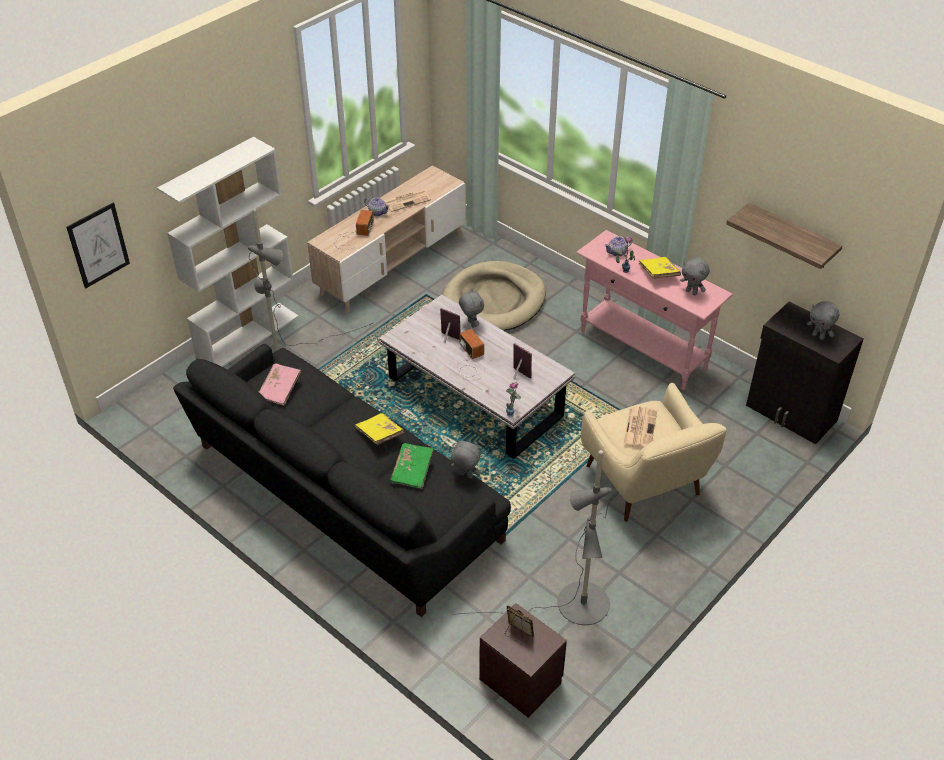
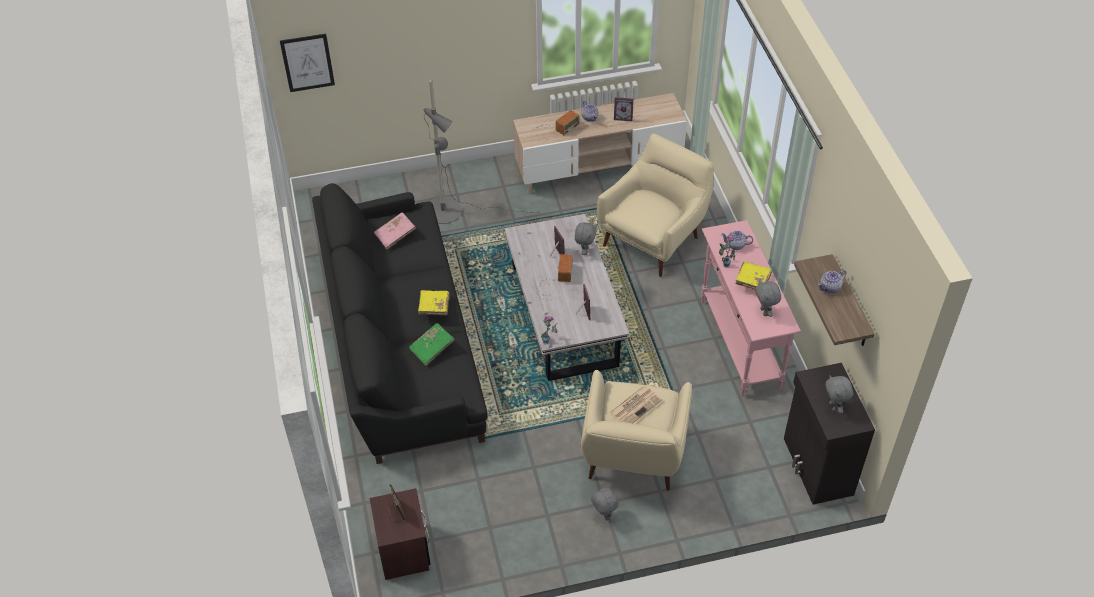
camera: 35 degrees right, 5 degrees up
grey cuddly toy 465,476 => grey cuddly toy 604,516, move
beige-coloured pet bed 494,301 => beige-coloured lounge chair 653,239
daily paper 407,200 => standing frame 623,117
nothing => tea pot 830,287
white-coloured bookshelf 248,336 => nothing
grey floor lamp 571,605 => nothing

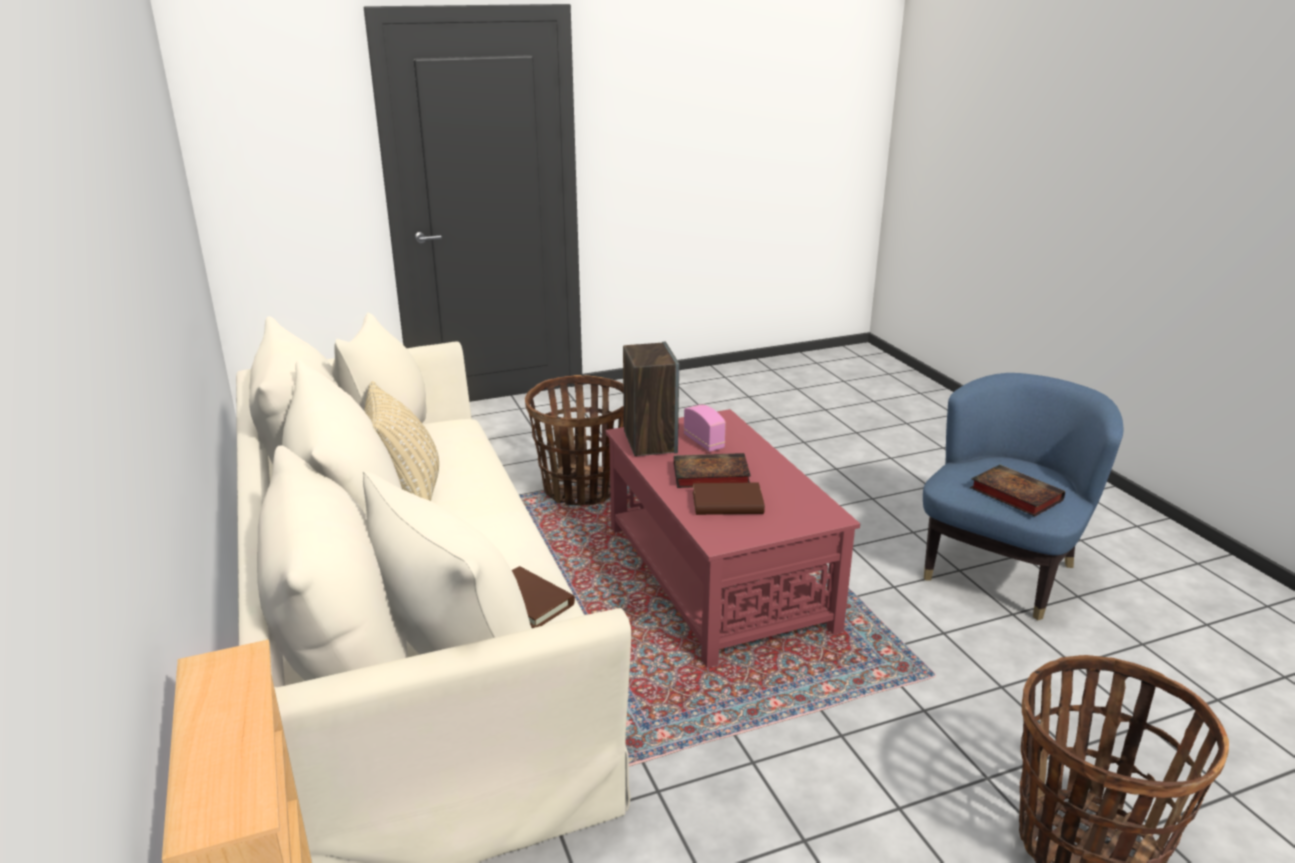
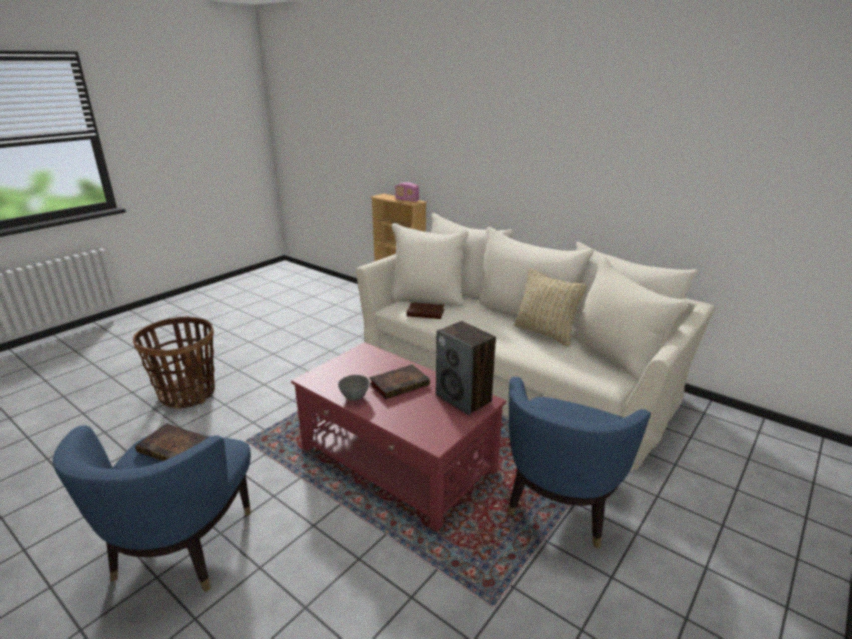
camera: 150 degrees right, 0 degrees up
nothing => grey serving bowl 355,398
radio 704,442 => radio 407,200, move
storage basket 582,488 => bluish lounge chair 562,503
brown-coloured bound book 727,503 => nothing

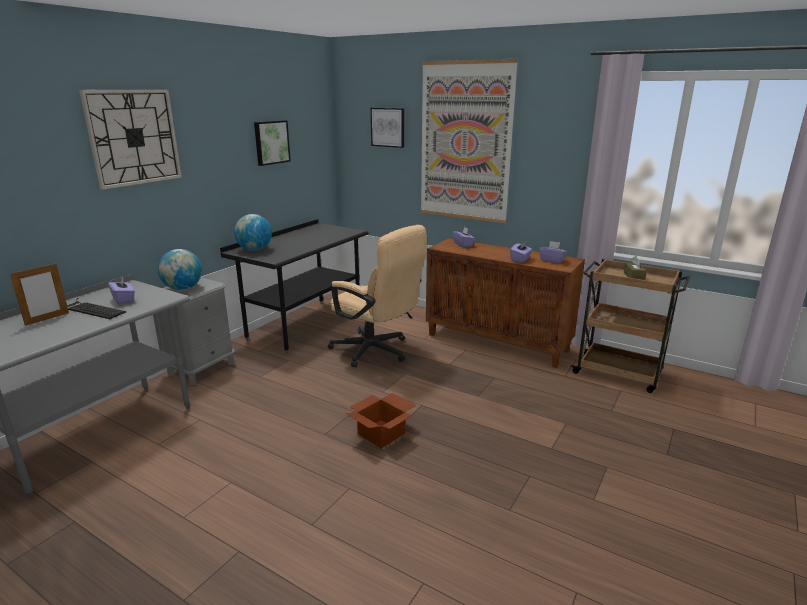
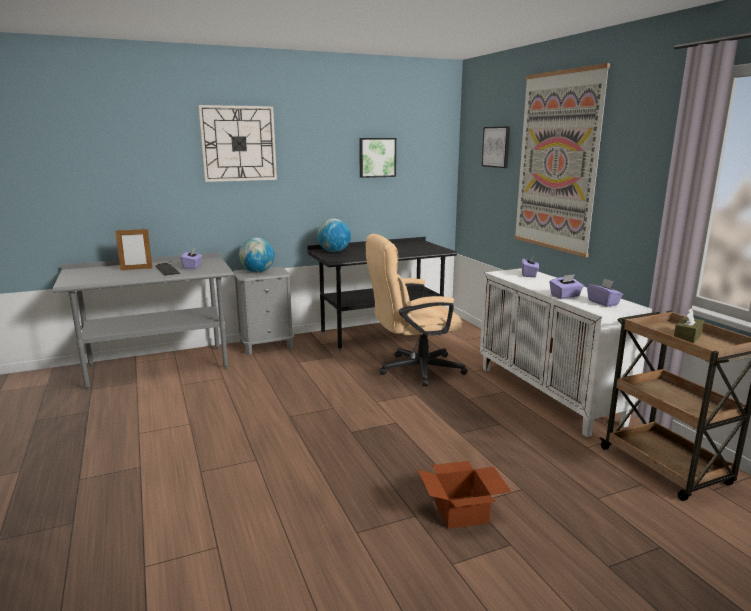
camera: 35 degrees right, 5 degrees down
beige-coloured computer chair 376,352 => beige-coloured computer chair 413,370, 90 degrees clockwise
cardboard box 382,433 => cardboard box 462,512, move
brown-coloured storage cabinet 498,342 => white-coloured storage cabinet 549,395

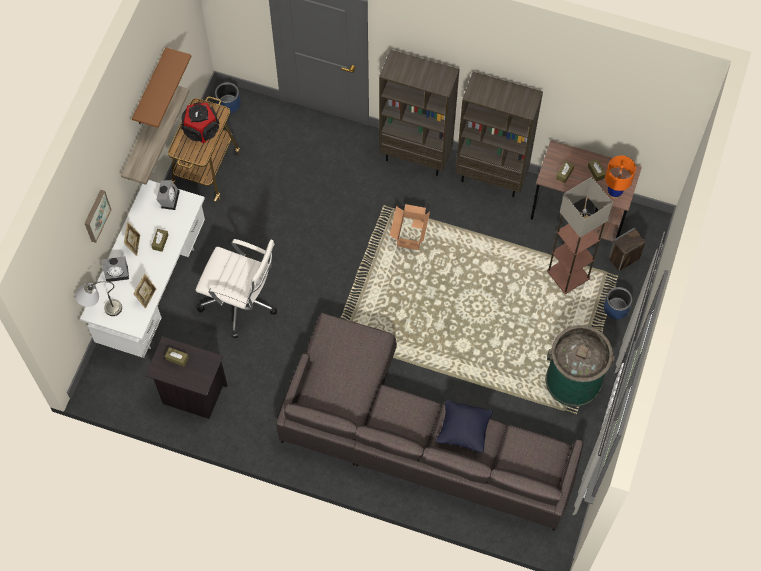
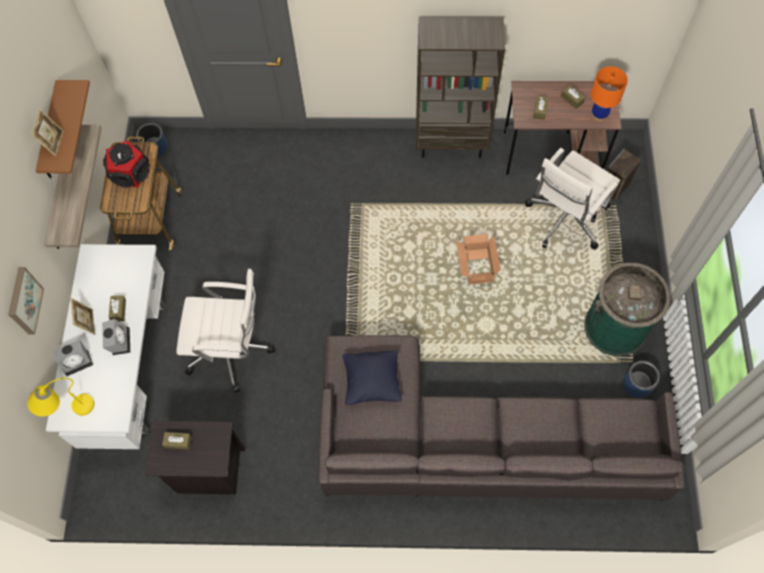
camera: 15 degrees left, 0 degrees up
grey lamp for a table 101,309 => yellow-coloured lamp for a table 68,410
standing frame 147,296 => standing frame 54,142, move
table clock 169,198 => table clock 119,340, move
blackish cushion 463,430 => blackish cushion 372,382, move
cardboard box 409,234 => cardboard box 476,267, move
floor lamp 567,274 => white-coloured computer chair 565,219
bluish plant pot 616,308 => bluish plant pot 637,383, move
brown-coloured bookshelf 416,157 => nothing

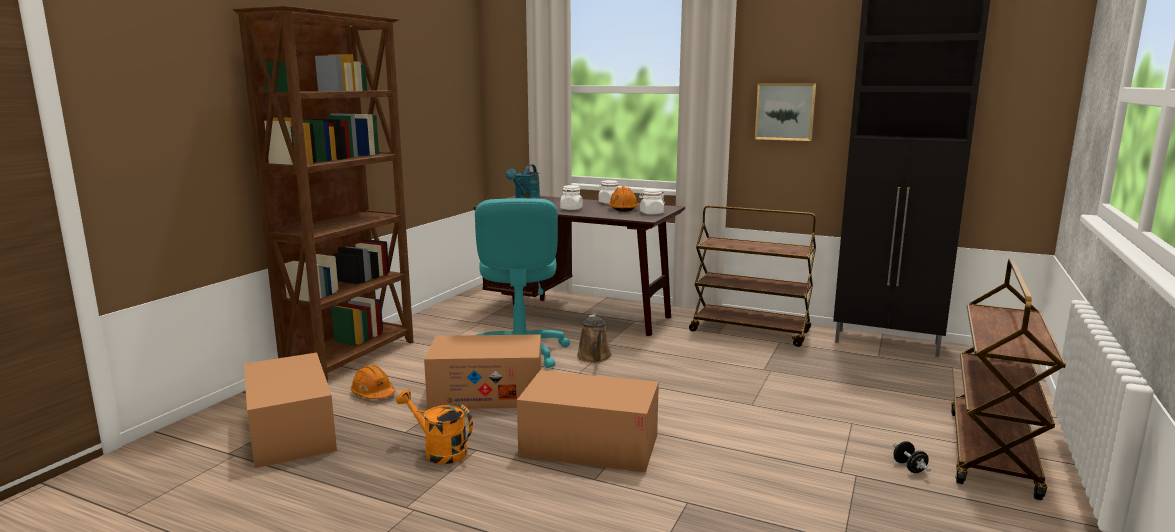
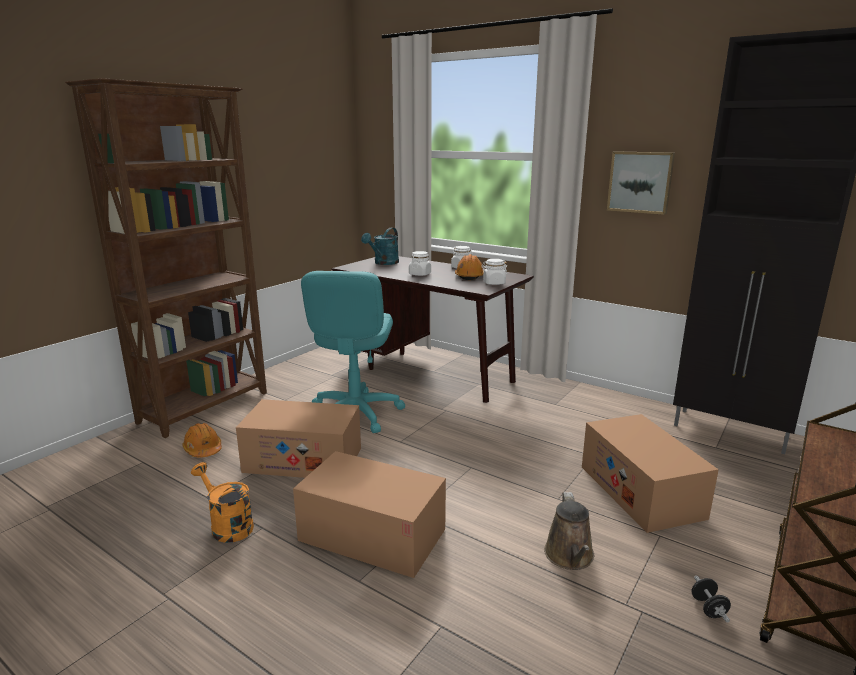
camera: 10 degrees right, 5 degrees up
brown-coloured watering pot 594,357 => brown-coloured watering pot 570,557, move
cardboard box 291,431 => cardboard box 640,491, move
brown-coloured cart 750,331 => nothing

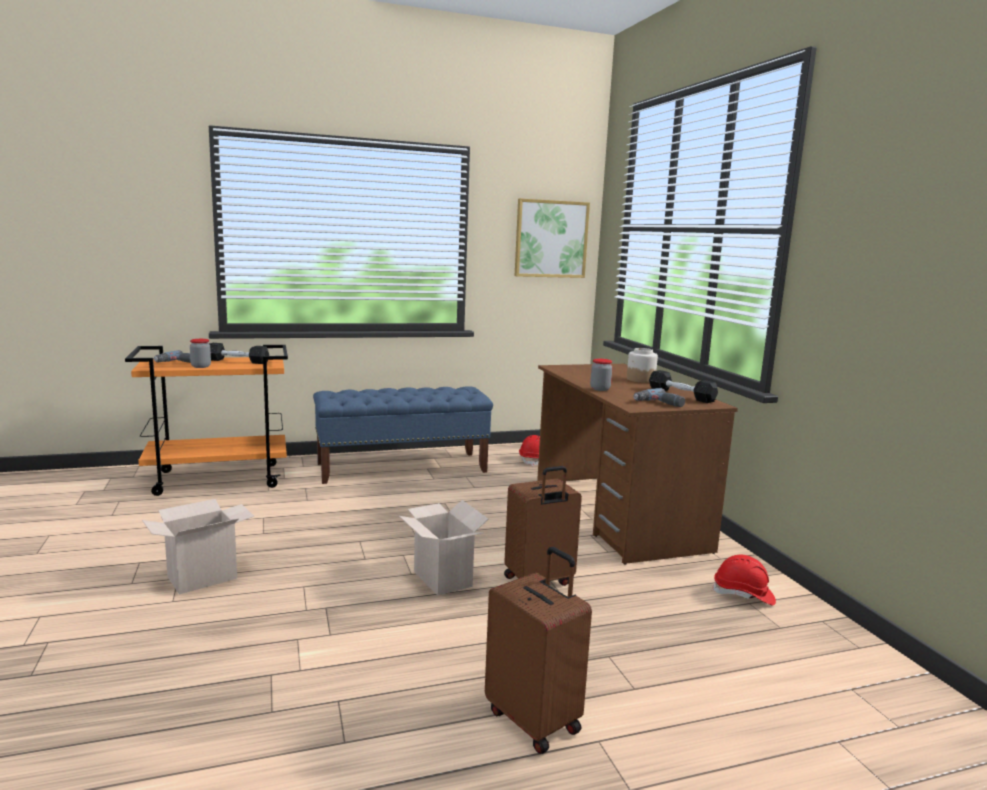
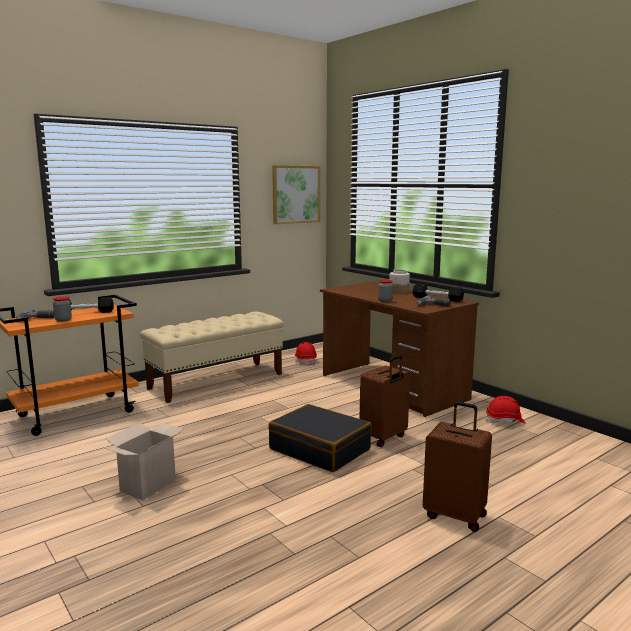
camera: 20 degrees left, 0 degrees up
bluish long seat 402,467 => beige-coloured long seat 217,381
cardboard box 440,578 => blackish suitcase 320,449

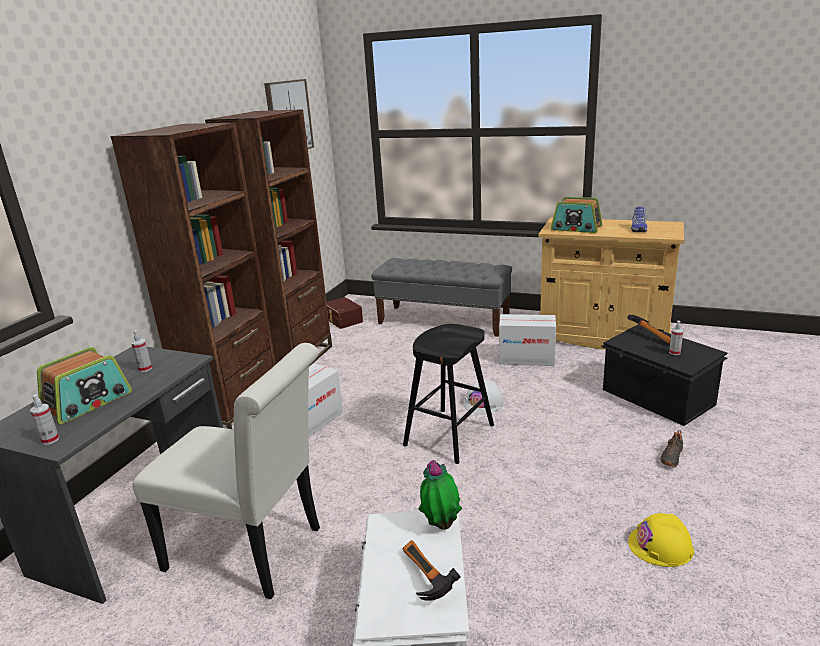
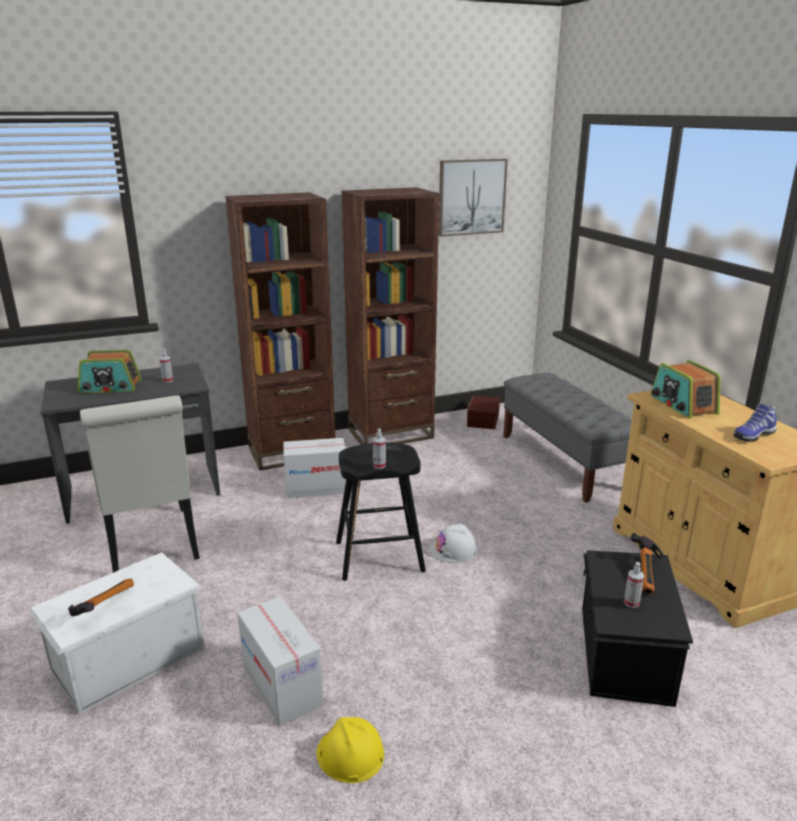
camera: 45 degrees right, 0 degrees up
cardboard box 527,358 => cardboard box 282,686, move
spray bottle 50,440 => spray bottle 379,466, move
houseplant 441,525 => nothing
blackish item of footwear 671,456 => nothing

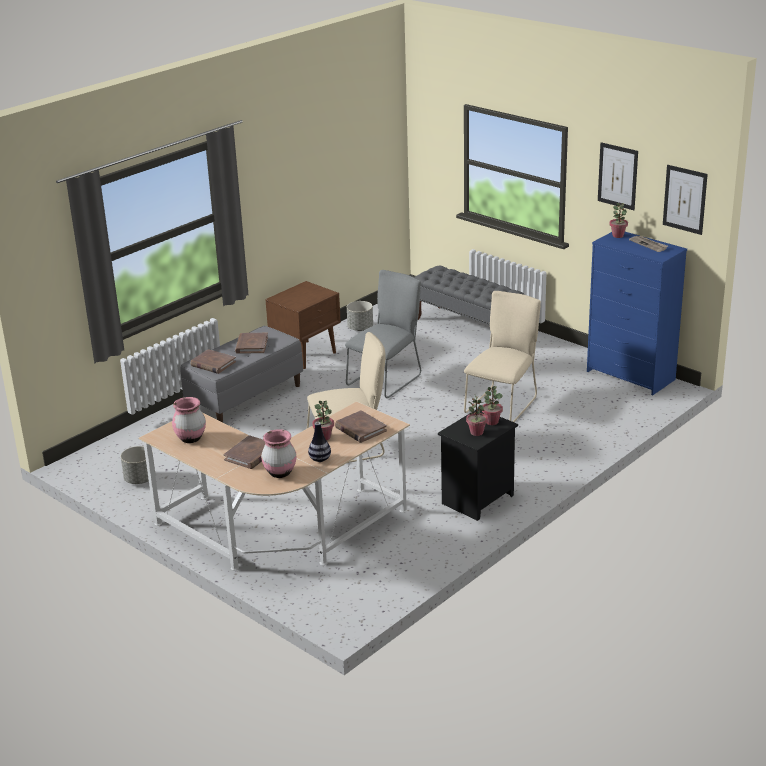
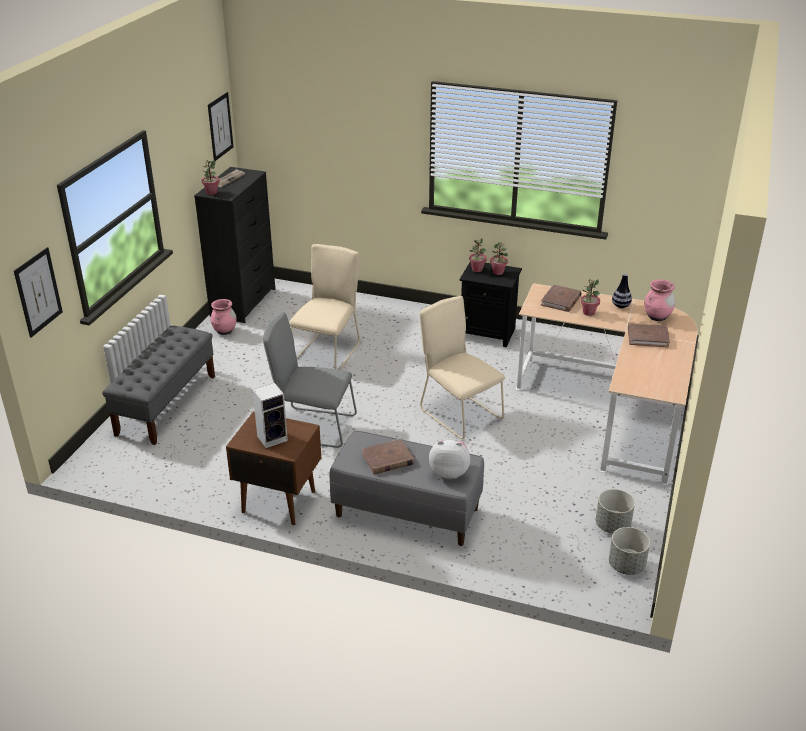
camera: 115 degrees left, 5 degrees up
picture 617,176 => picture 38,292, move
bluish chest of drawers 631,376 => blackish chest of drawers 243,302
pink-coloured flower vase 190,439 => pink-coloured flower vase 225,331, move
nothing => speaker 273,438
beige-coloured chair 502,404 => beige-coloured chair 328,352, 105 degrees clockwise
brown-coloured bound book 213,364 => cuddly toy 449,472
grey plant pot 360,328 => grey plant pot 626,565, move

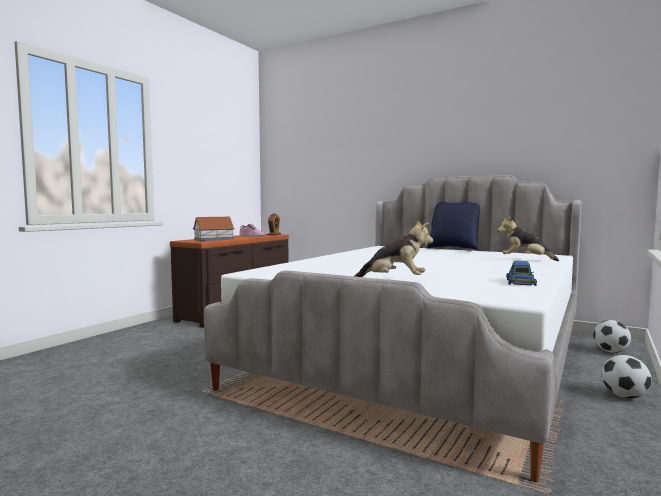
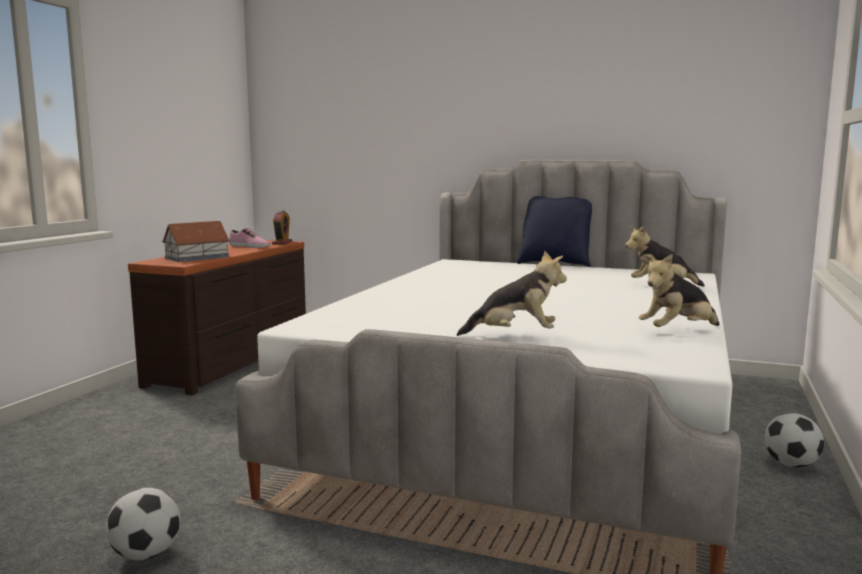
camera: 10 degrees left, 5 degrees up
football 610,351 => football 146,554, move
bluish toy car 520,282 => cuddly toy 677,331

